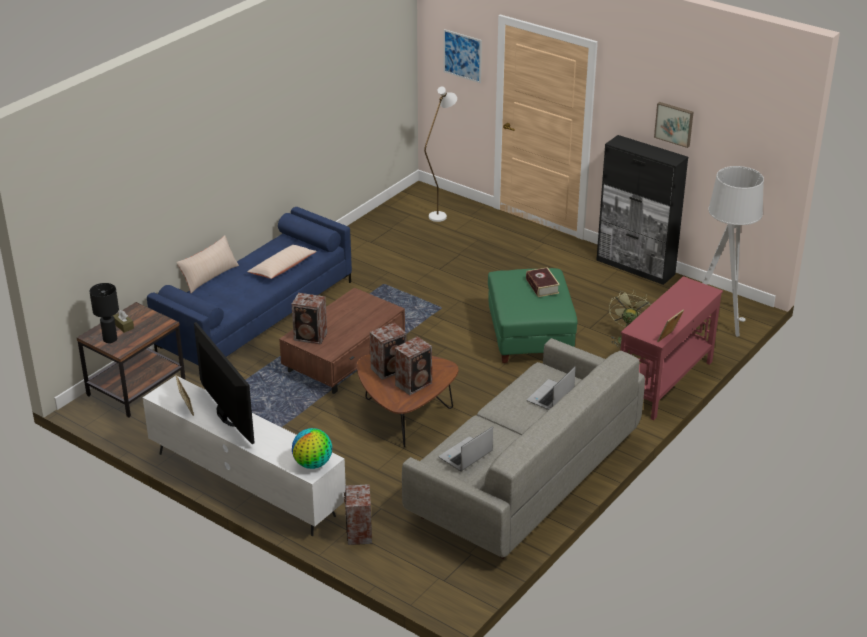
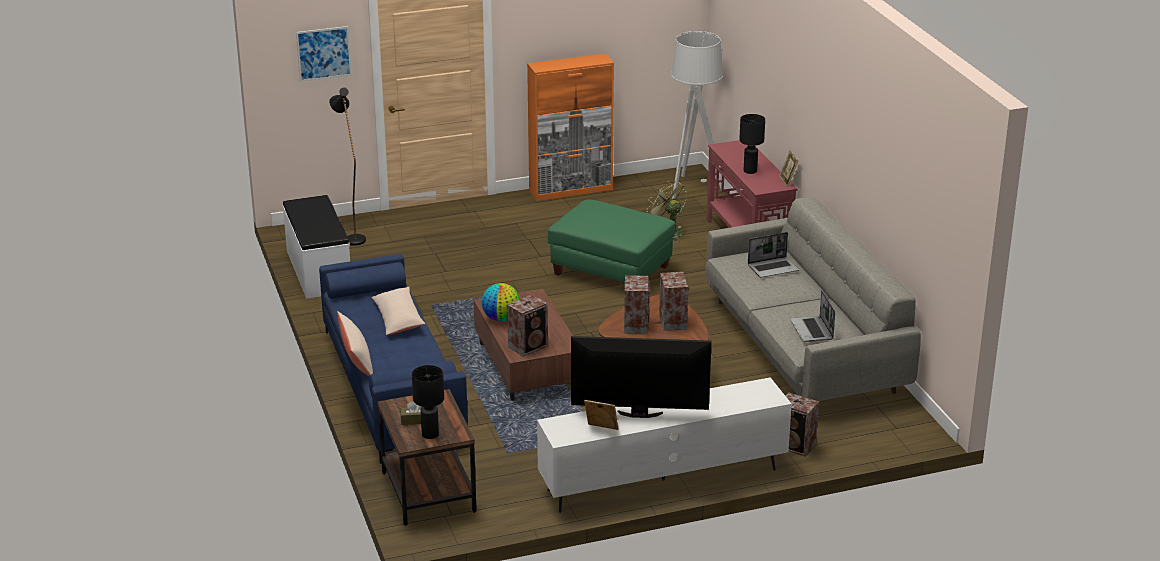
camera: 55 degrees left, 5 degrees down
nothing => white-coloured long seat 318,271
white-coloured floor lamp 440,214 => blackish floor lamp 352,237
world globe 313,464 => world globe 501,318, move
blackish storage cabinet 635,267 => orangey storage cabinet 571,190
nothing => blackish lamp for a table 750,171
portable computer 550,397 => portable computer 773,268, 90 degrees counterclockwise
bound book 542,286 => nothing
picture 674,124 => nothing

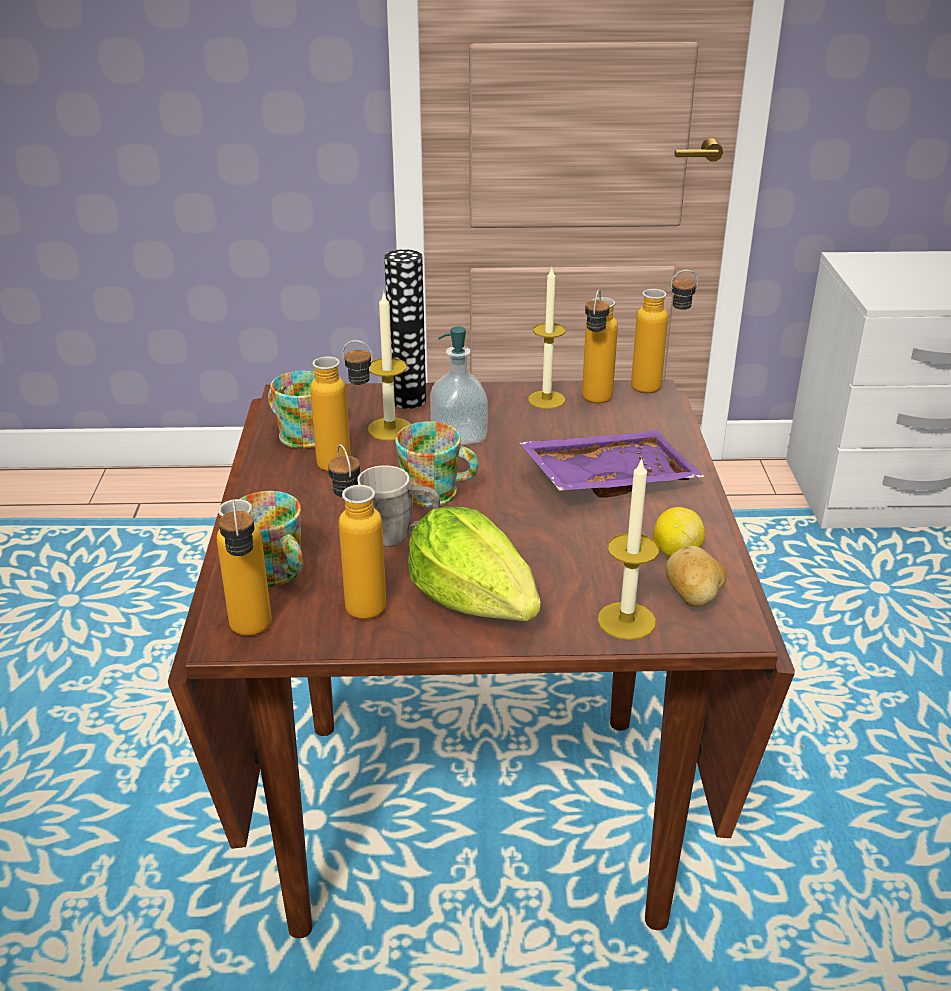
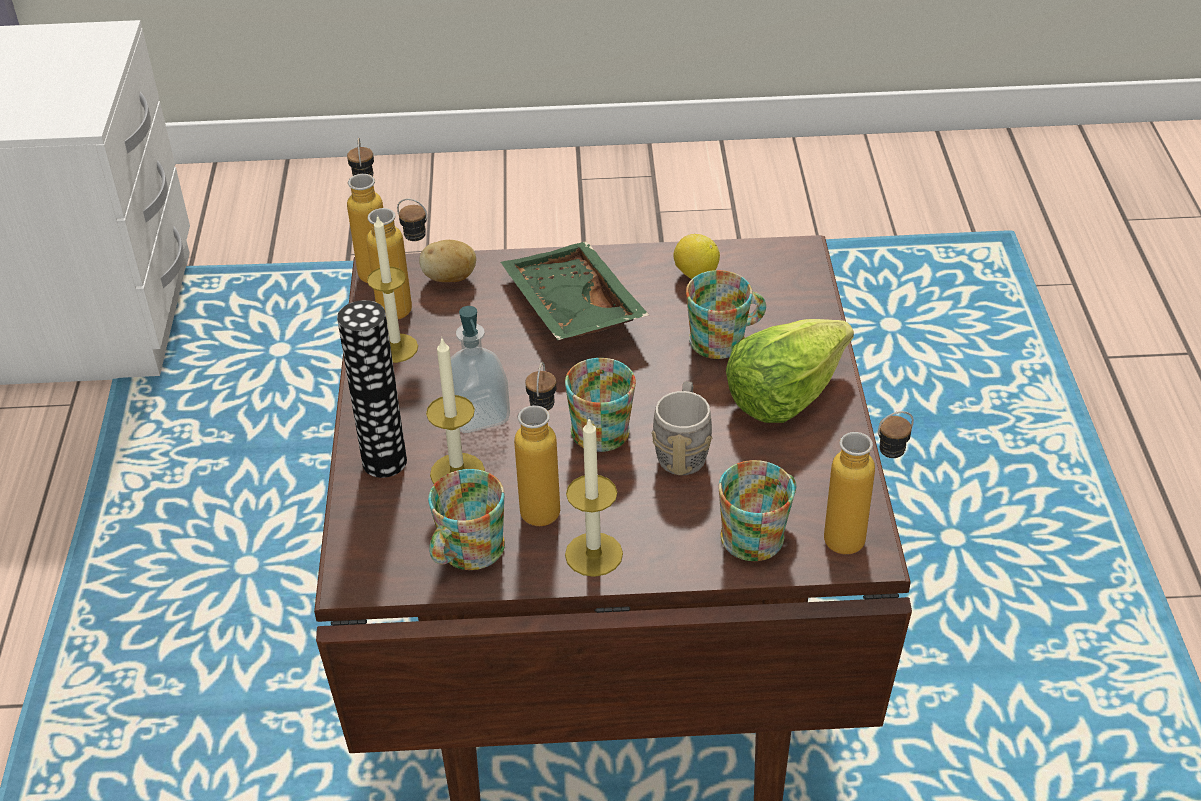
camera: 90 degrees left, 10 degrees up
potato 693,598 => potato 450,278, move
purplish serving tray 608,478 => green-coloured serving tray 570,308
wax light 626,621 => wax light 593,554, move
nothing => tea mug 725,340
drink bottle 359,598 => nothing

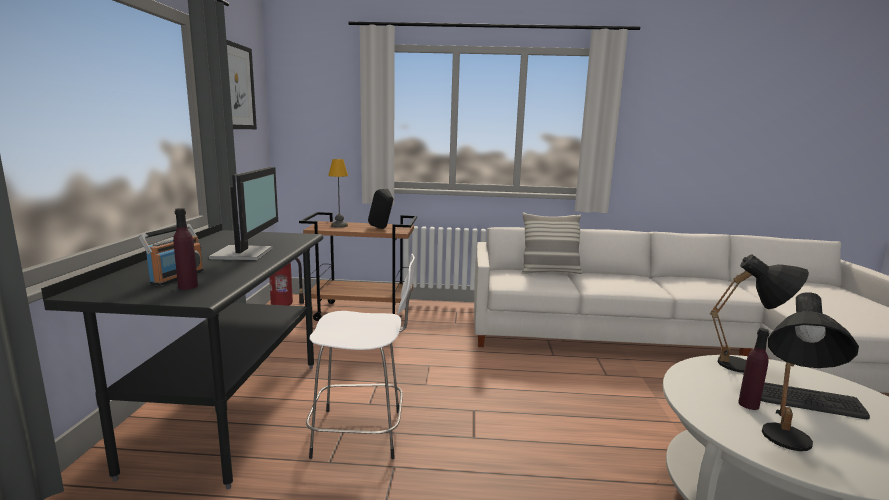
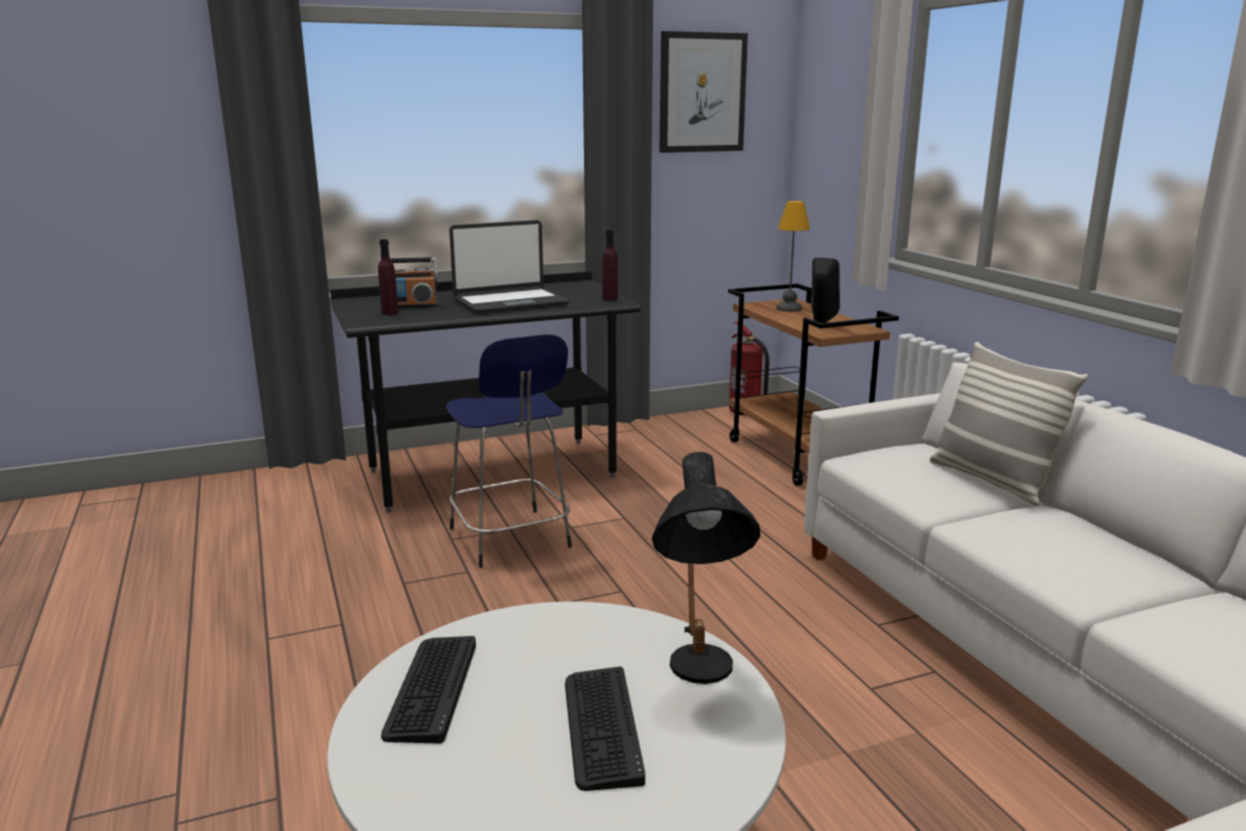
camera: 65 degrees right, 5 degrees up
blackish lamp for a table 785,445 => computer keyboard 431,688
white-coloured sitting stool 362,433 => bluish sitting stool 511,540
computer screen 245,253 => portable computer 510,302
purplish drink bottle 748,404 => purplish drink bottle 610,298, move

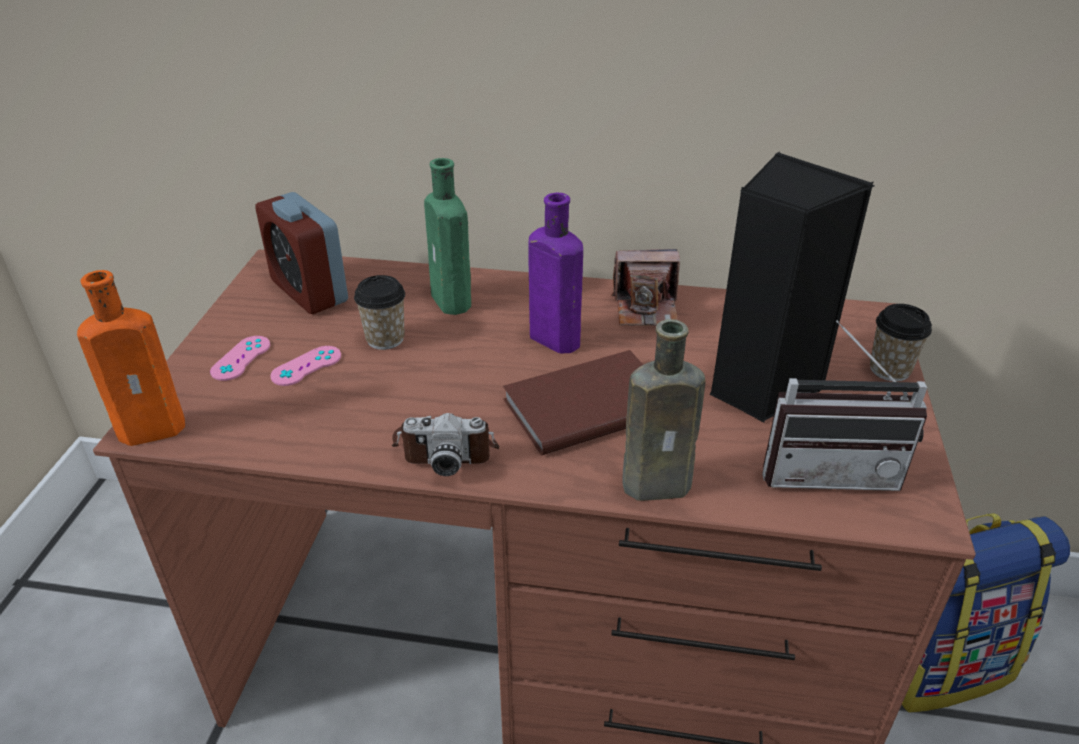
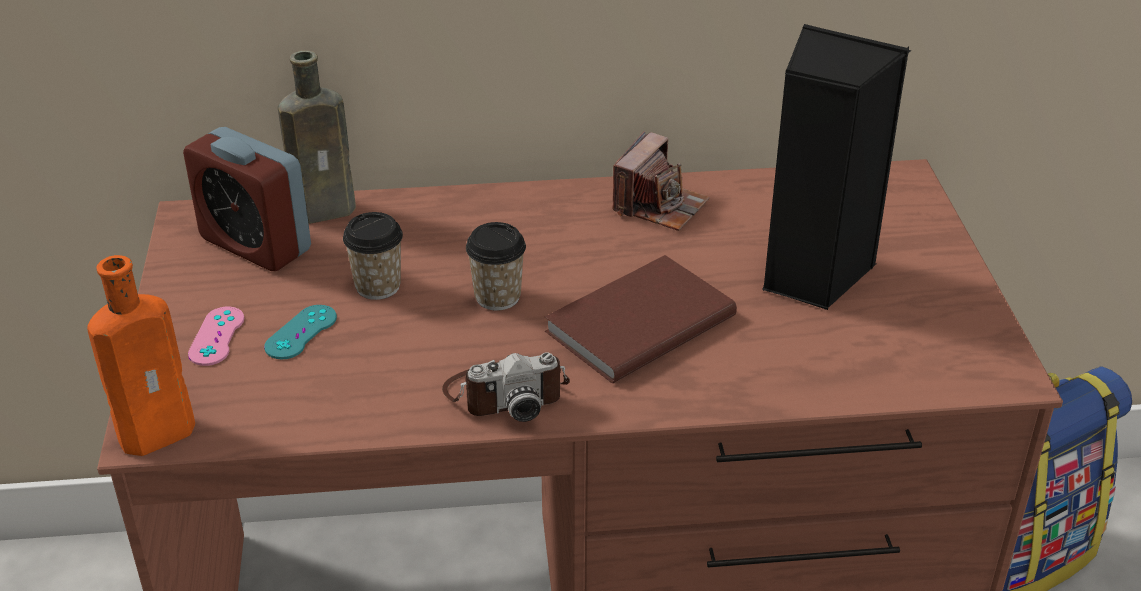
camera: 15 degrees left, 0 degrees up
pink-coloured game controller 306,366 => blue-green game controller 301,332
brown-coloured drink bottle 661,484 => brown-coloured drink bottle 329,209, move
small cup 890,369 => small cup 497,297, move
photo camera 646,308 => photo camera 659,205, 45 degrees counterclockwise
green-coloured drink bottle 453,302 => nothing
purplish drink bottle 551,338 => nothing
radio 828,469 => nothing

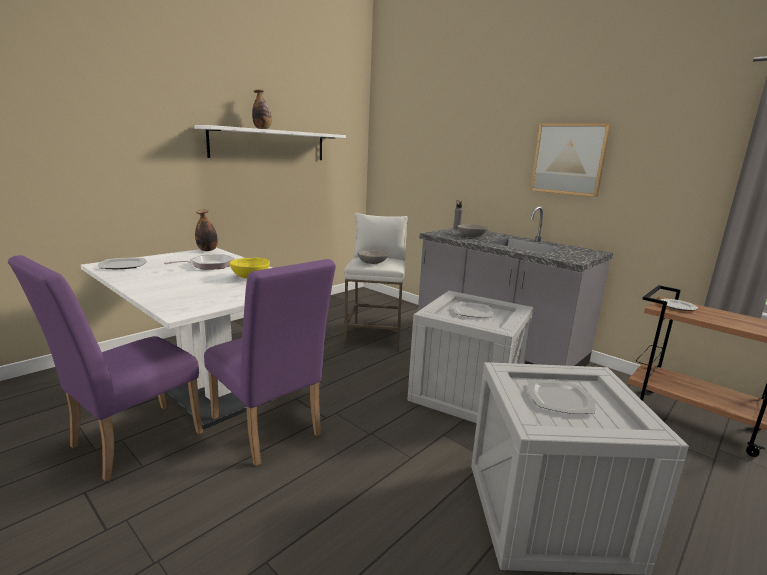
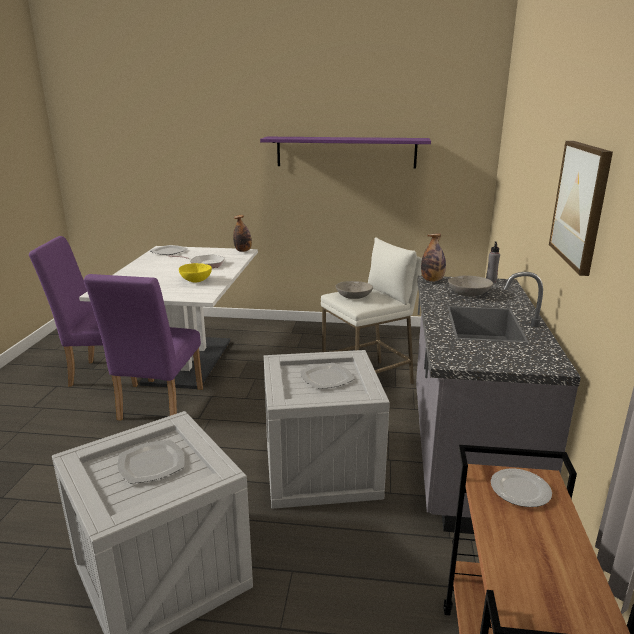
camera: 55 degrees right, 5 degrees up
white-coloured bracket shelf 269,145 => purplish bracket shelf 346,152
drink bottle 262,129 => drink bottle 432,280, move

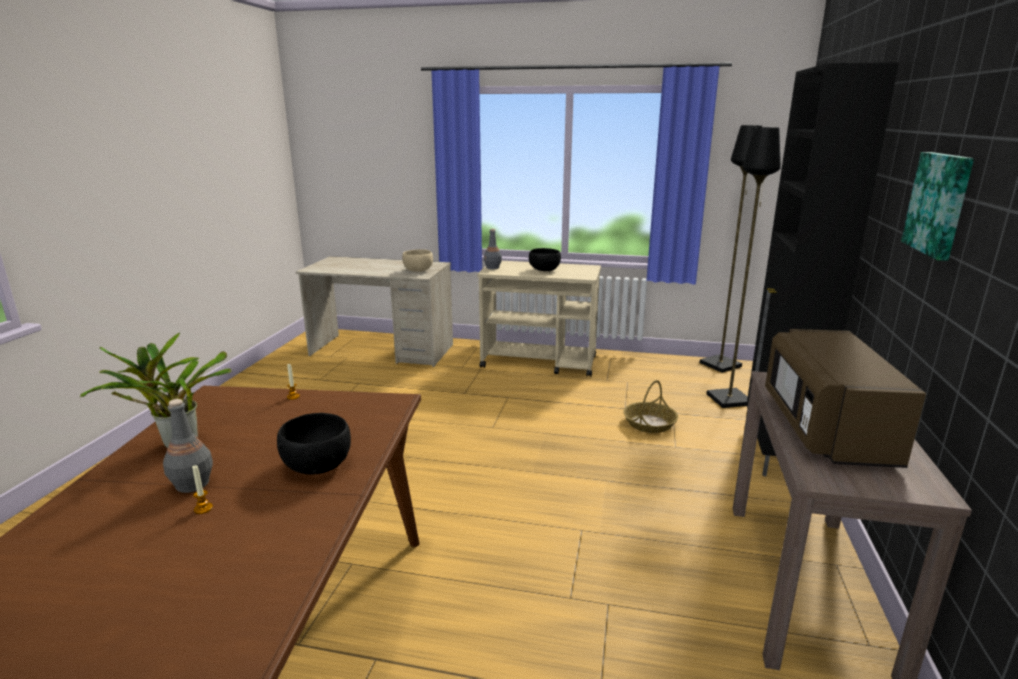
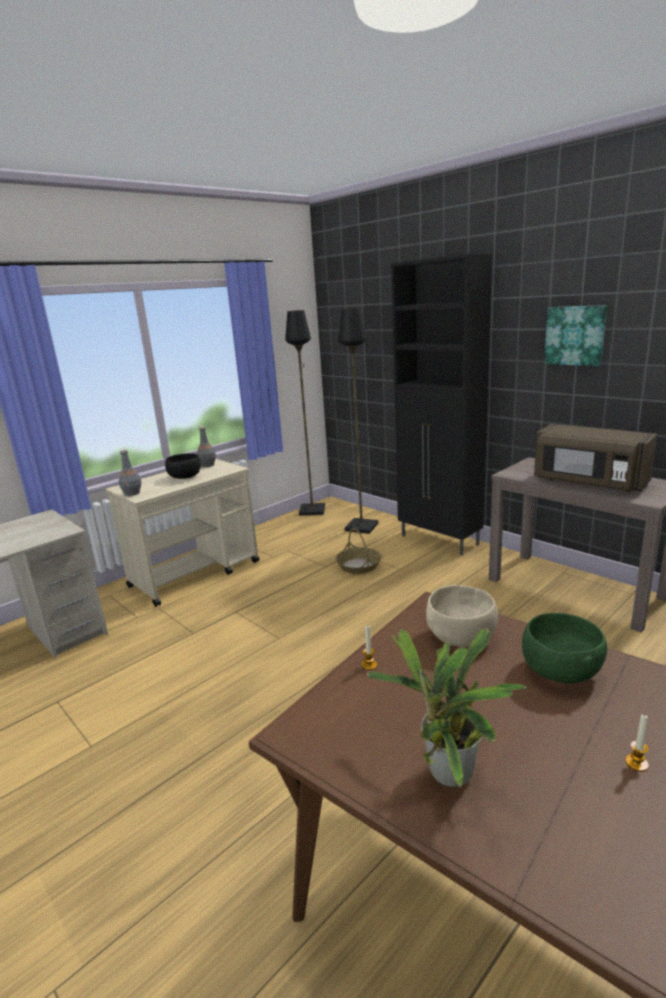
camera: 55 degrees left, 0 degrees up
grey drink bottle 192,484 => grey drink bottle 208,465, move
beige-coloured serving bowl 418,271 => beige-coloured serving bowl 461,637, move
blackish serving bowl 317,465 => green-coloured serving bowl 559,671

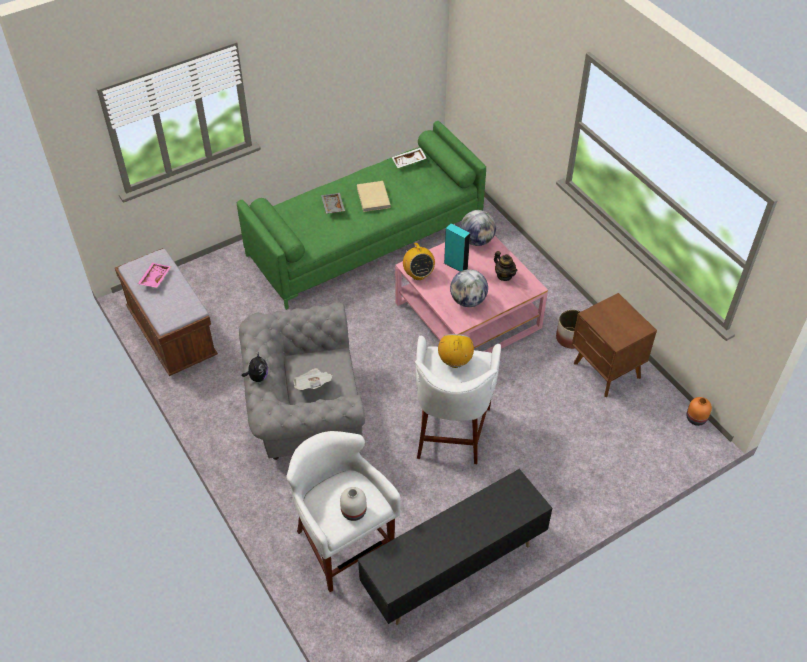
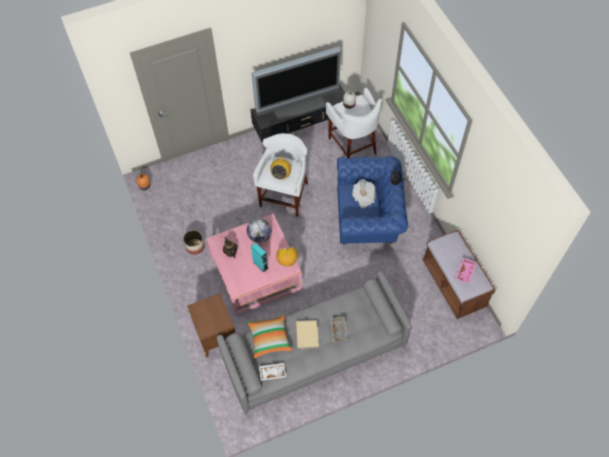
camera: 170 degrees left, 10 degrees up
brown-coloured nightstand 606,371 => brown-coloured nightstand 215,336, move
green-coloured settee 366,238 => grey settee 314,352
nothing => cushion 269,338
nothing => TV set 298,105
grey lounge chair 304,413 => bluish lounge chair 368,218
world globe 477,240 => nothing

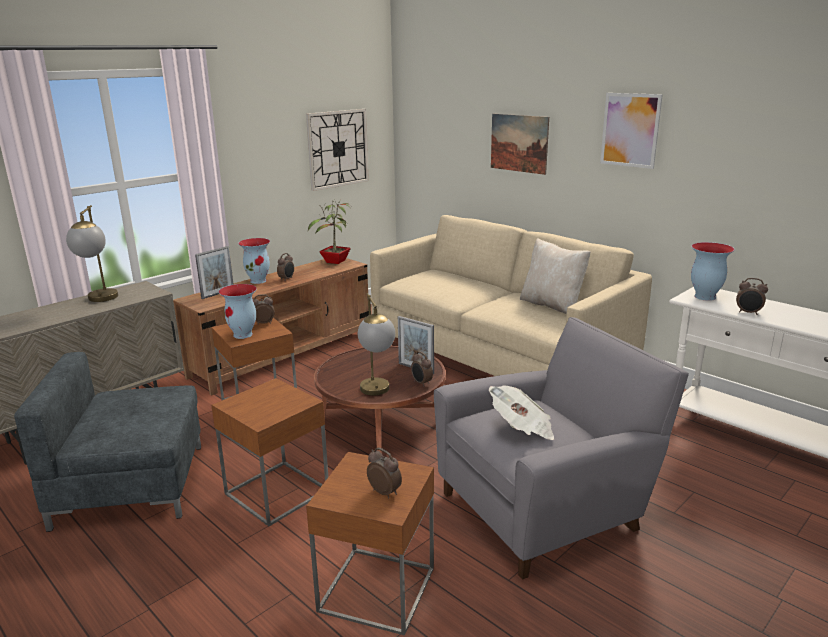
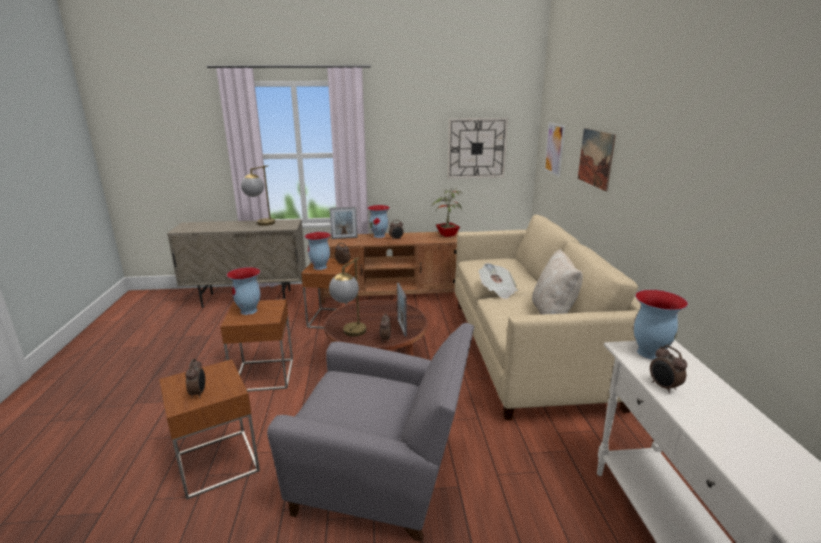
camera: 40 degrees right, 0 degrees up
nothing => flower vase 249,311
daily paper 522,428 => daily paper 497,290, move
picture 630,130 => picture 554,149, move
grey lounge chair 132,485 => nothing

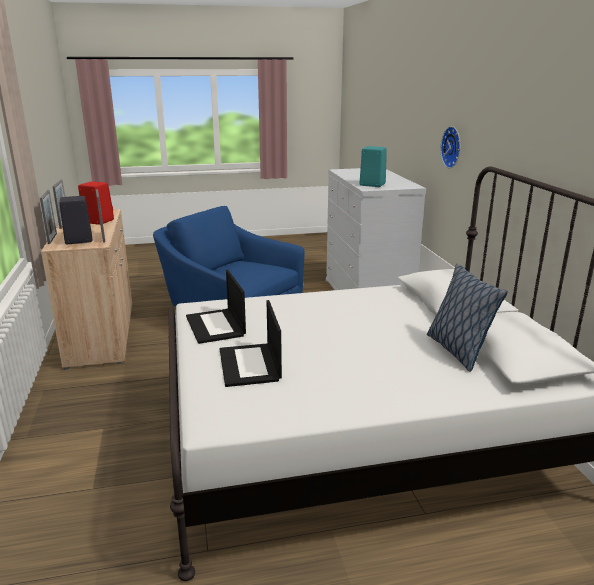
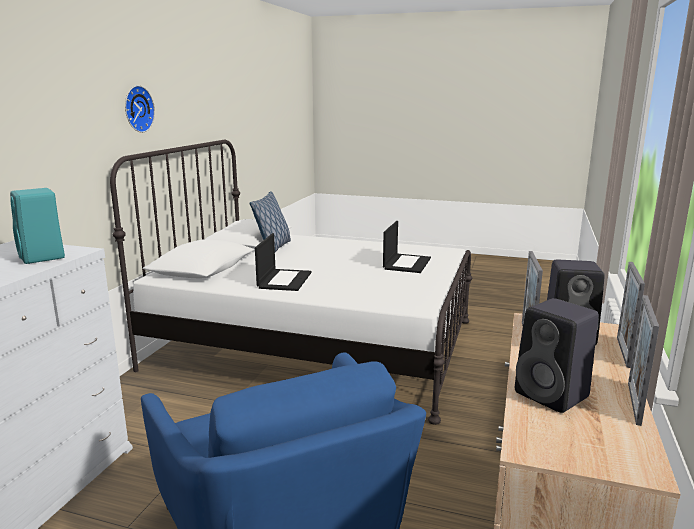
camera: 150 degrees left, 5 degrees down
wall clock 453,147 => wall clock 137,109, move
portable computer 216,326 => portable computer 284,280, move
red speaker 97,221 => blackish speaker 553,395

